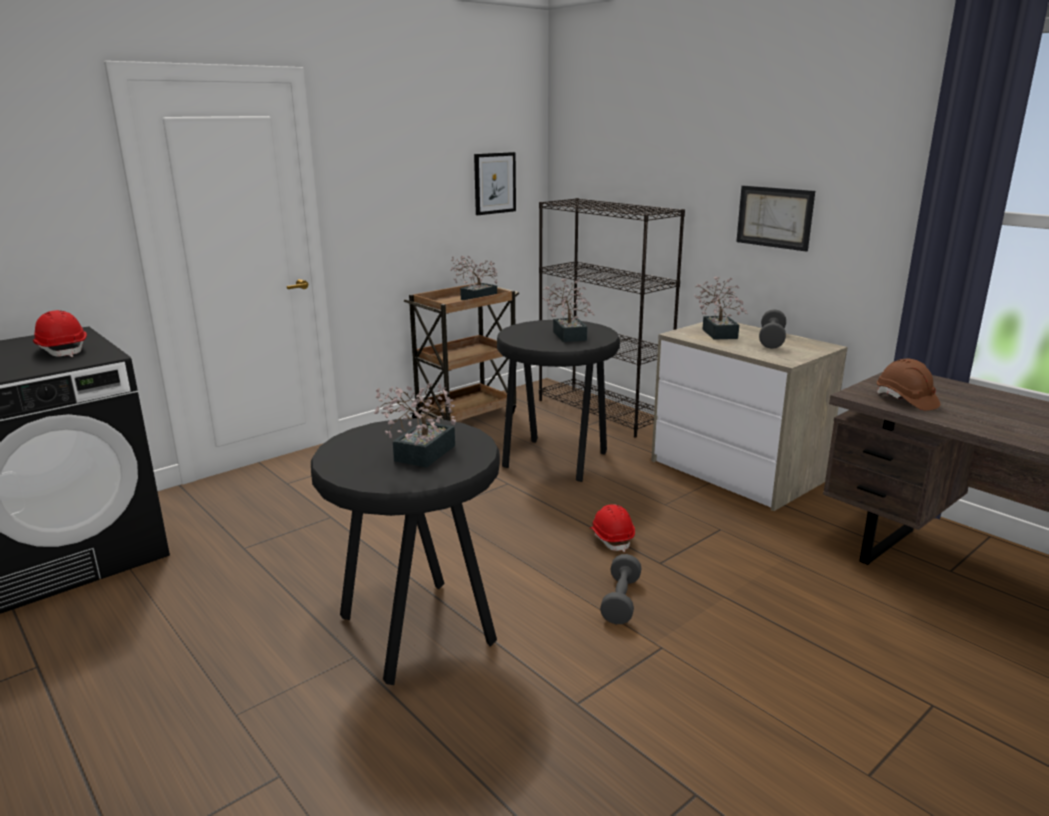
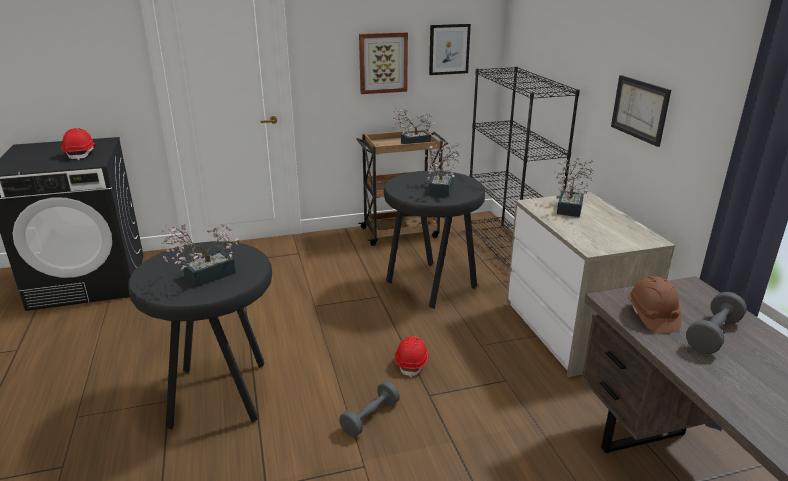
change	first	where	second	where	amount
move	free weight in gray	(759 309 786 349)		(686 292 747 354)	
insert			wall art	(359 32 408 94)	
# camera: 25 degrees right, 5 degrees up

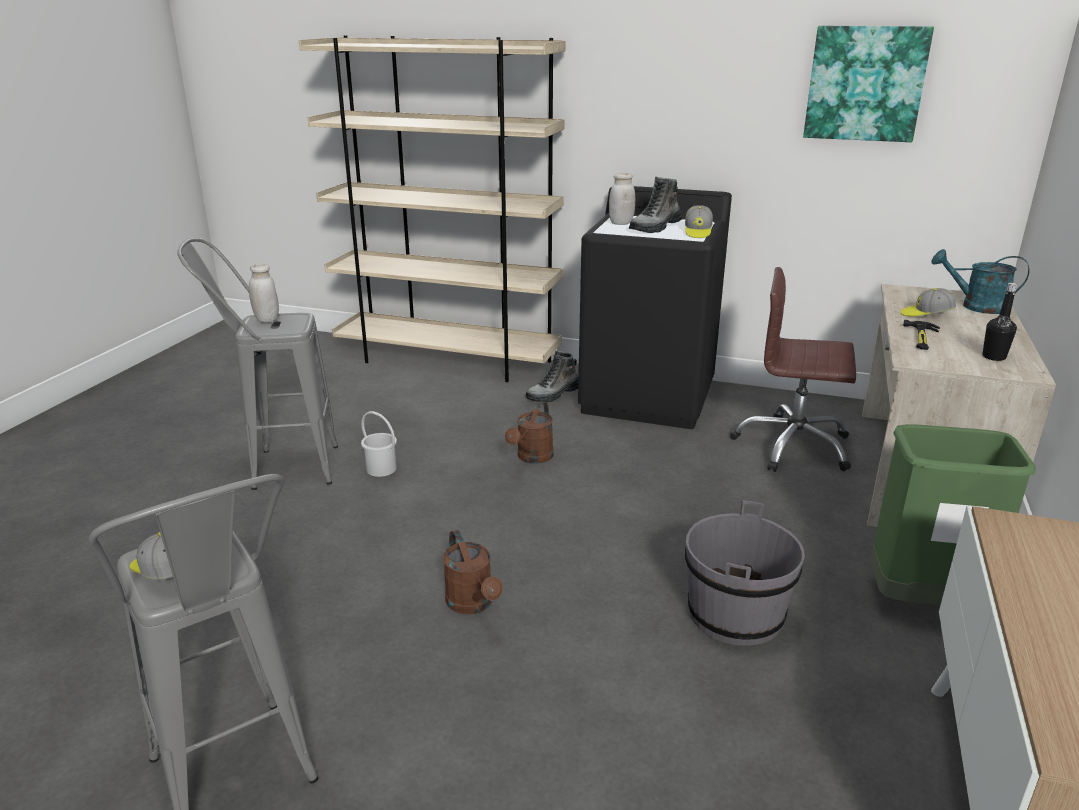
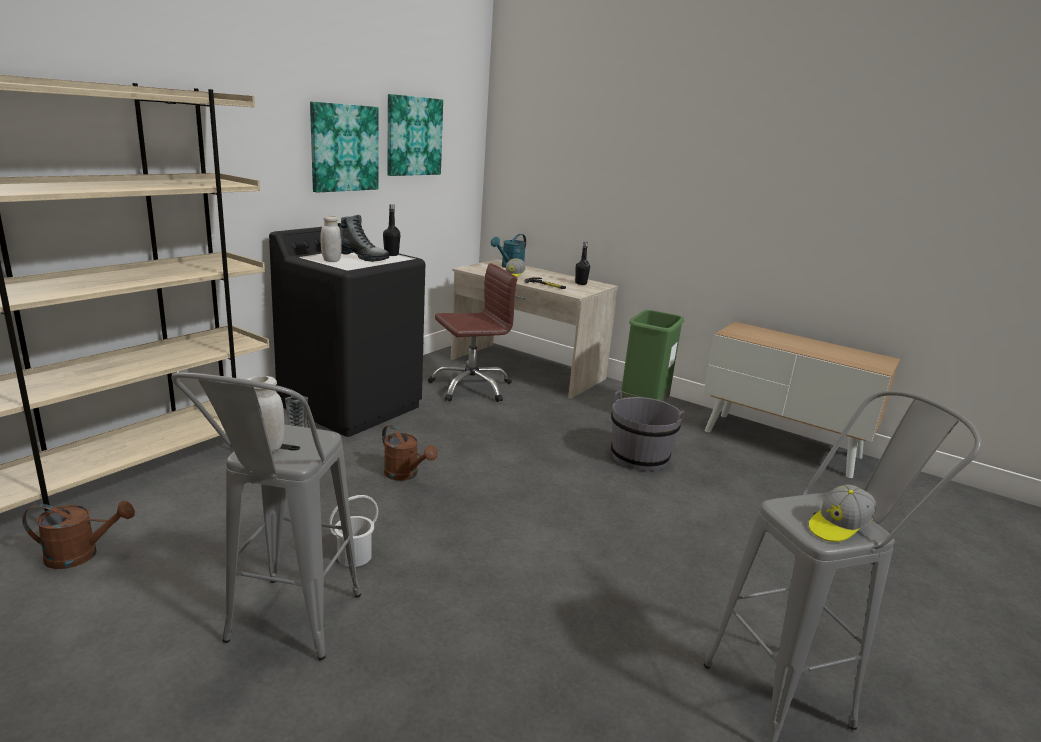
change	first	where	second	where	amount
rotate	boot	(629 177 682 233)		(338 215 389 262)	45 degrees counterclockwise
replace	baseball cap	(685 205 713 238)	beverage bottle in blackish	(383 204 400 256)	
rotate	computer chair in brown	(730 267 856 472)		(428 263 518 402)	150 degrees counterclockwise
move	sprinkling can in brown	(443 530 503 614)		(22 501 135 569)	
insert			wall art	(310 102 378 193)	
# camera: 75 degrees left, 5 degrees down

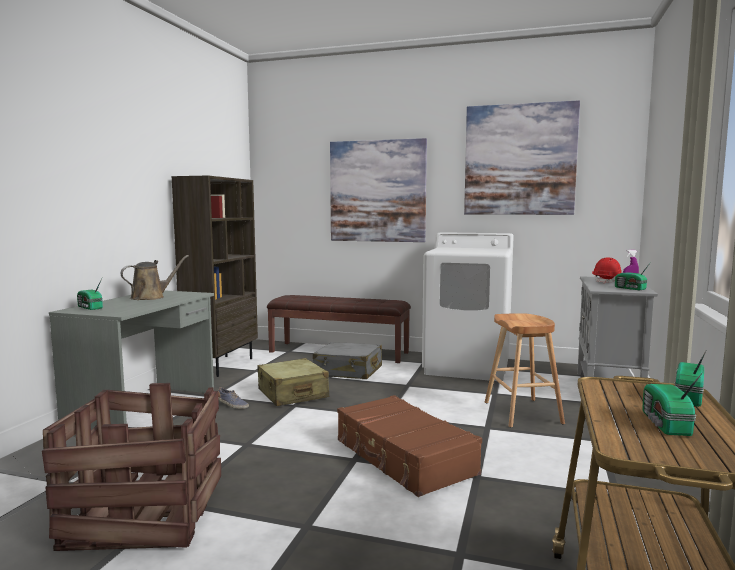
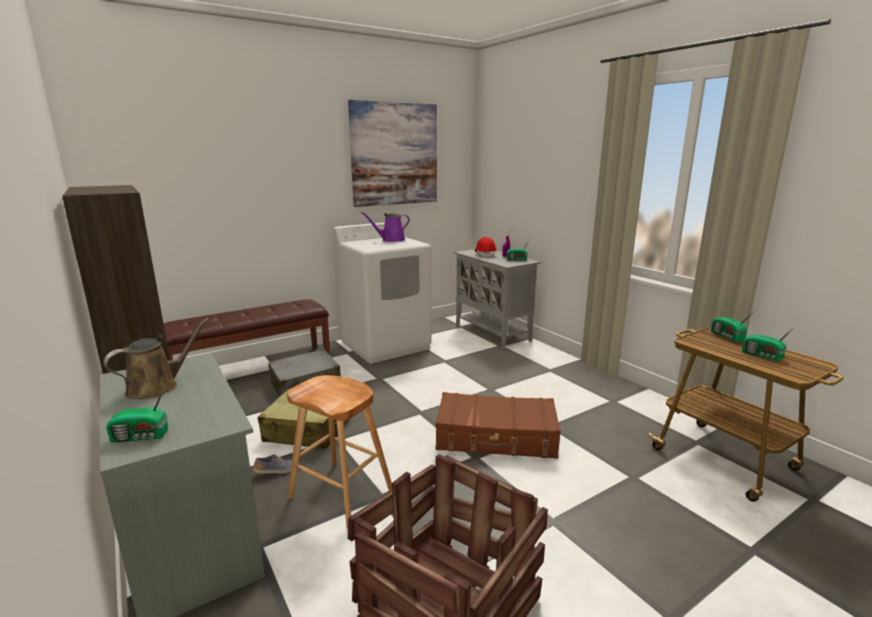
change	first	where	second	where	amount
delete	wall art	(330 138 427 242)			
rotate	sprinkling can in brown	(120 255 189 300)		(104 318 209 399)	45 degrees clockwise
move	sitting stool in brown	(485 313 565 427)		(287 375 392 529)	
insert			sprinkling can in purple	(361 212 410 242)	
# camera: 50 degrees left, 10 degrees up

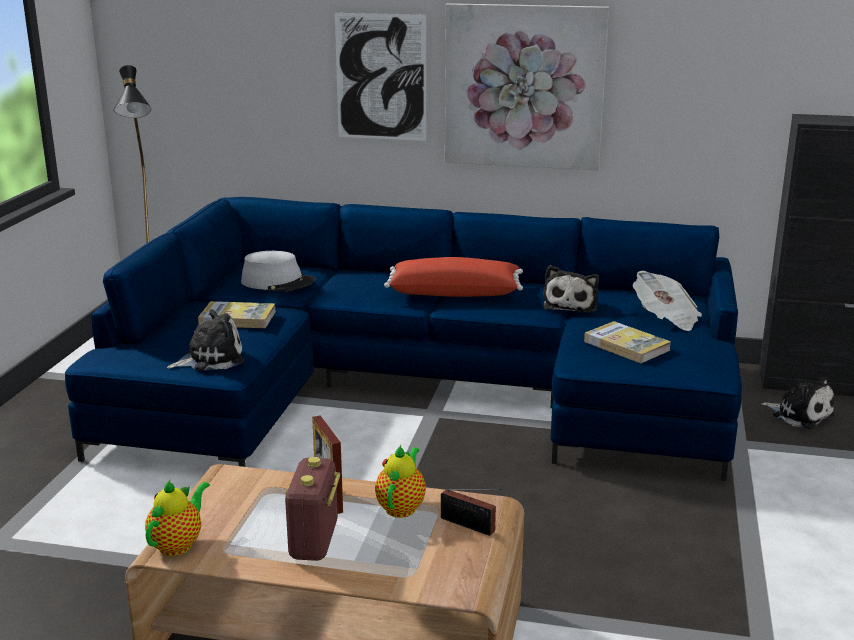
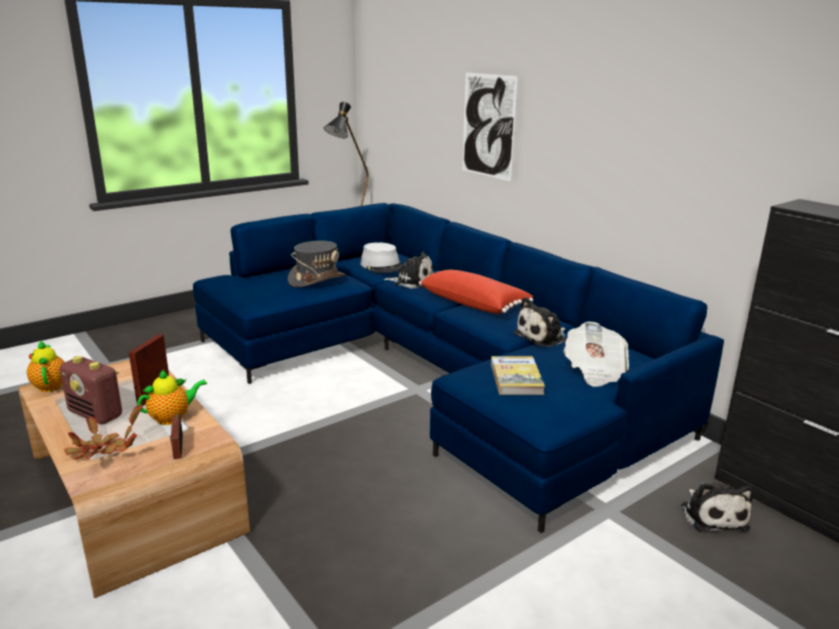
change	first	where	second	where	amount
delete	wall art	(445 3 609 170)			
replace	bound book	(198 301 275 328)	hat in gray	(288 241 346 287)	
move	cuddly toy	(167 309 245 371)		(384 251 433 289)	
rotate	radio set	(285 457 340 561)		(60 356 122 424)	105 degrees counterclockwise
rotate	teapot	(145 480 210 556)		(27 340 64 392)	90 degrees counterclockwise
insert			potted plant	(64 405 143 459)	
# camera: 40 degrees right, 0 degrees up

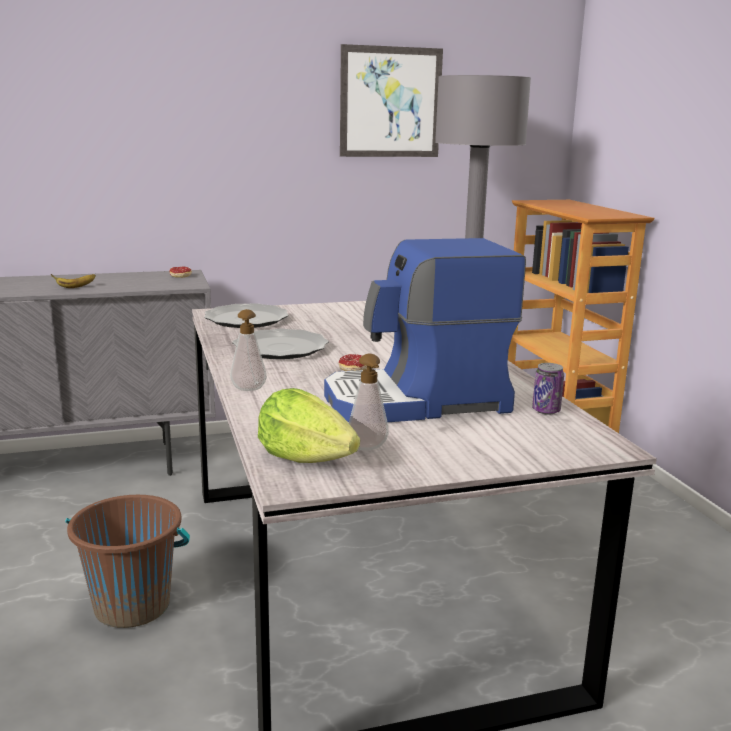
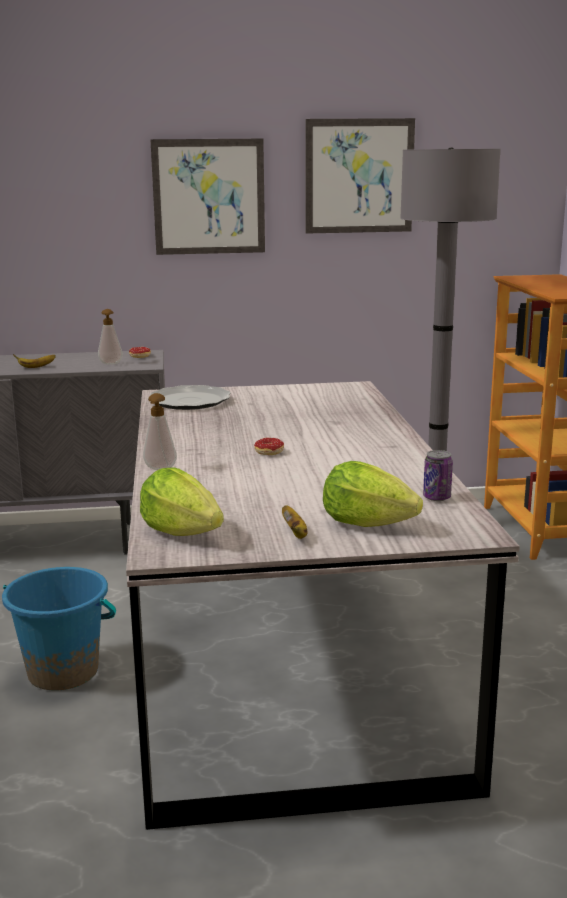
change	first	where	second	where	amount
delete	coffee brewer	(324 238 526 422)			
delete	dinner plate	(232 329 329 359)			
move	liquid soap bottle	(349 354 389 450)		(98 309 123 365)	
recolor	pail in brown	(66 495 190 628)	pail in blue-coloured	(2 567 116 690)	
insert			wall art	(150 139 265 255)	
insert			head of lettuce	(323 461 423 527)	
insert			banana	(282 505 308 539)	
# camera: 10 degrees right, 0 degrees up

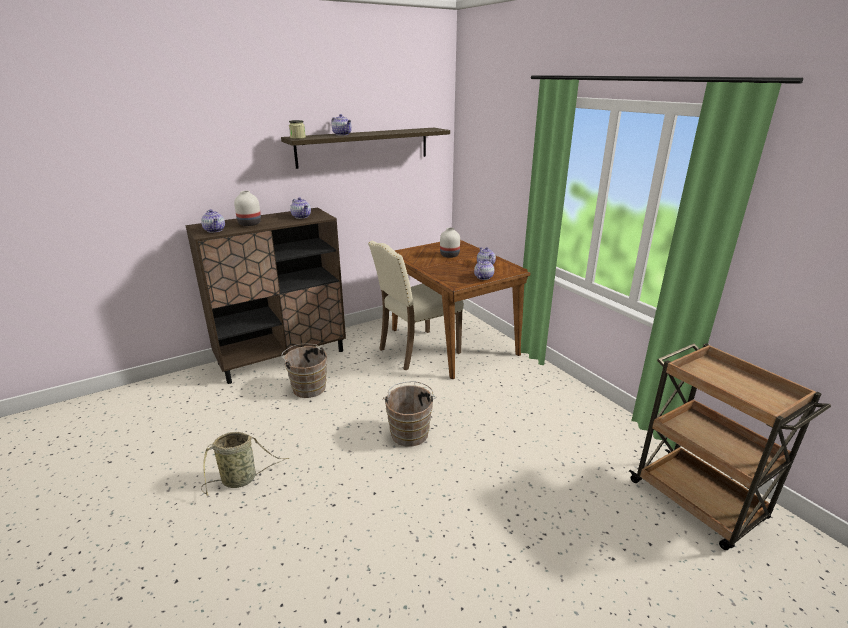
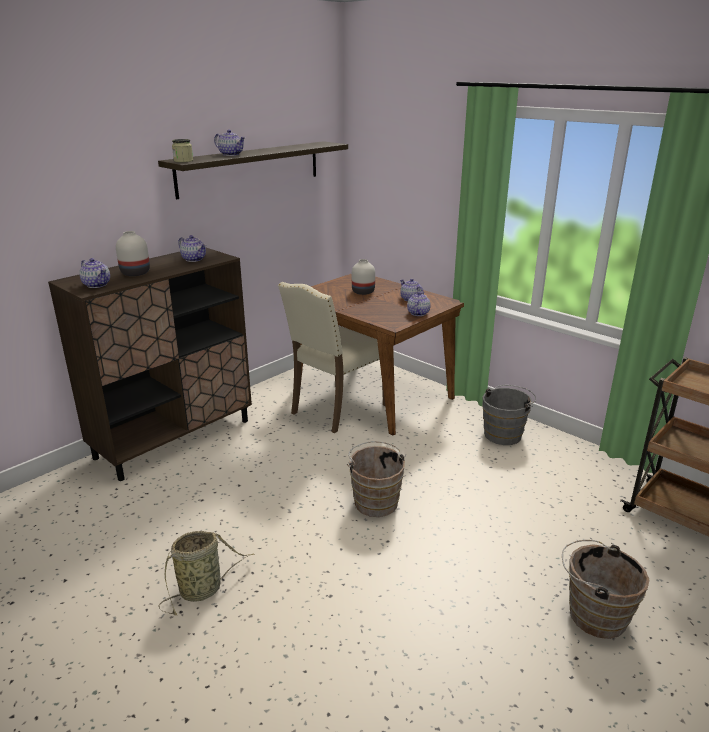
change	first	where	second	where	amount
move	pail in brown	(281 344 327 398)		(562 540 649 639)	
insert			pail in gray	(482 385 536 445)	
# camera: 15 degrees left, 0 degrees up

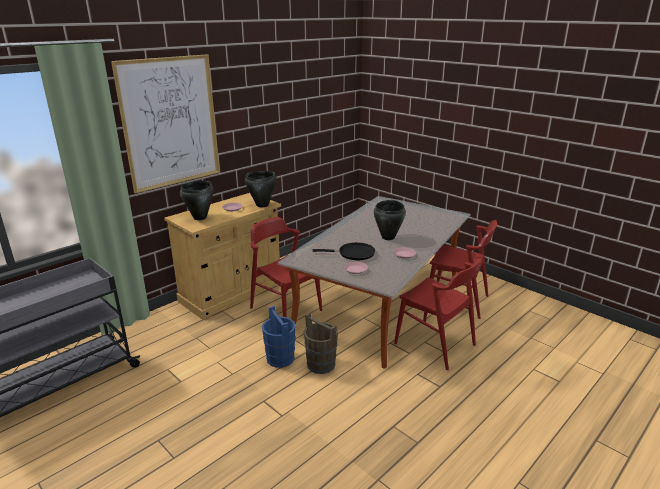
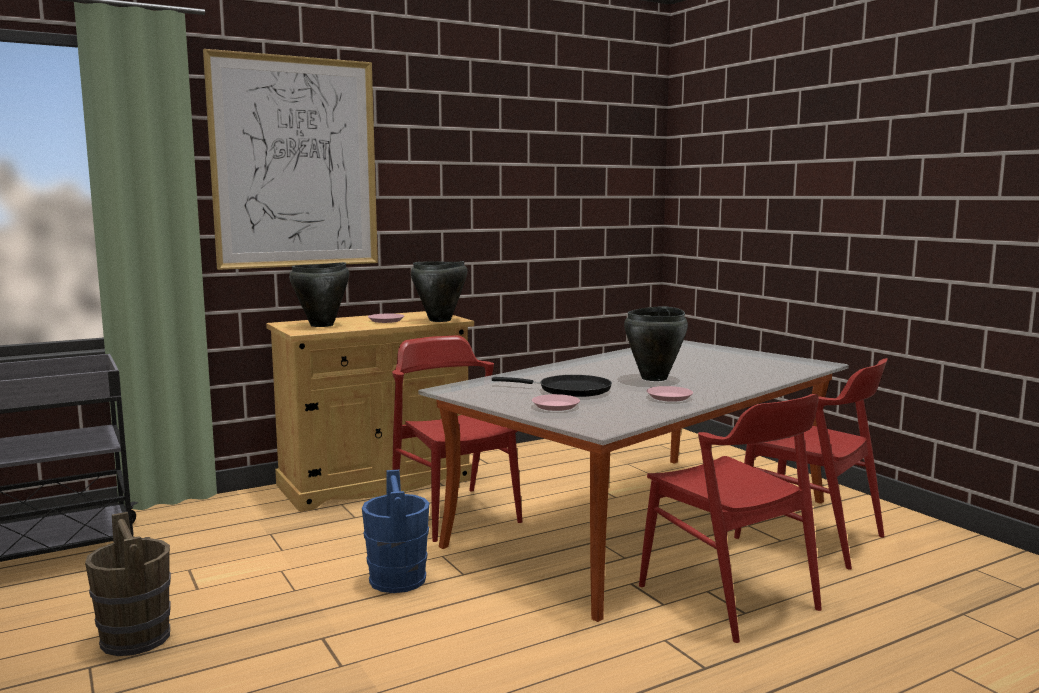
change	first	where	second	where	amount
move	pail in brown	(304 313 338 374)		(85 512 171 656)	
# camera: 15 degrees right, 15 degrees down

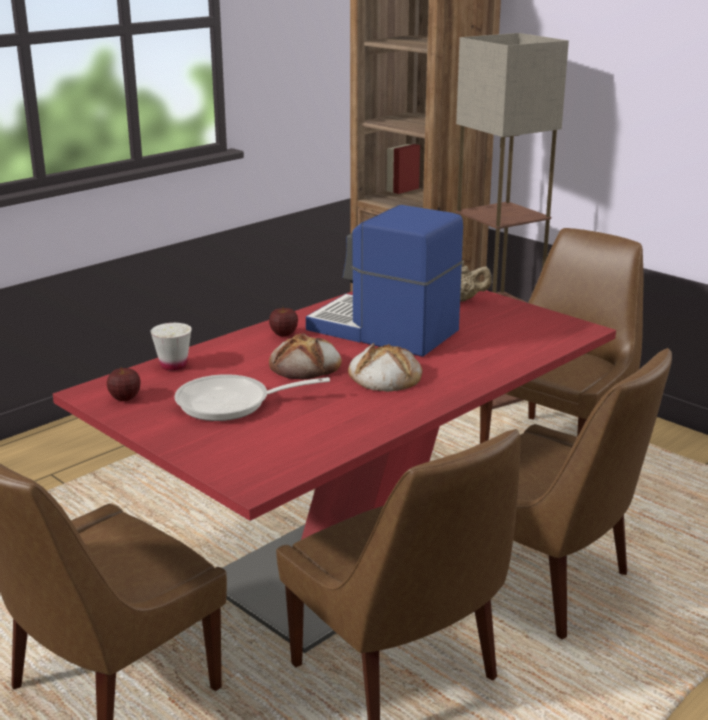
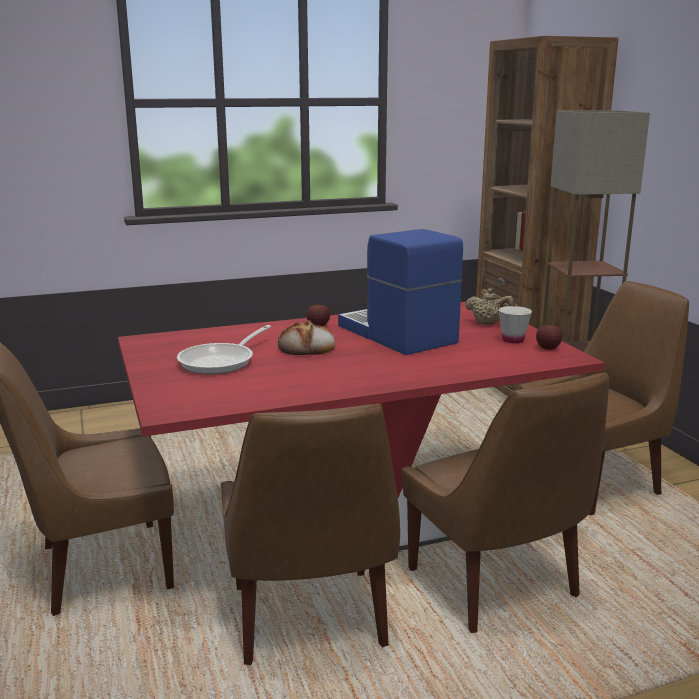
change	first	where	second	where	amount
move	small cup in white	(150 323 192 371)		(499 306 532 343)	
delete	bread	(348 343 423 392)			
move	whole apple	(107 367 141 401)		(536 323 563 350)	
rotate	skillet	(174 374 330 421)		(177 325 271 374)	75 degrees counterclockwise
# camera: 25 degrees right, 5 degrees down

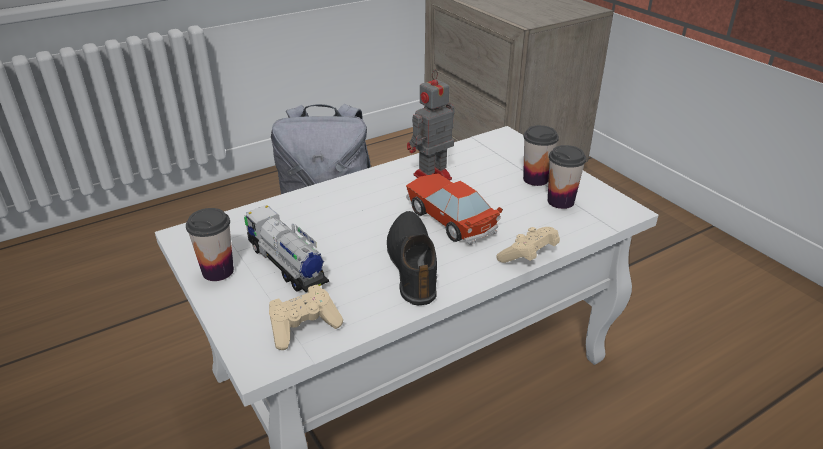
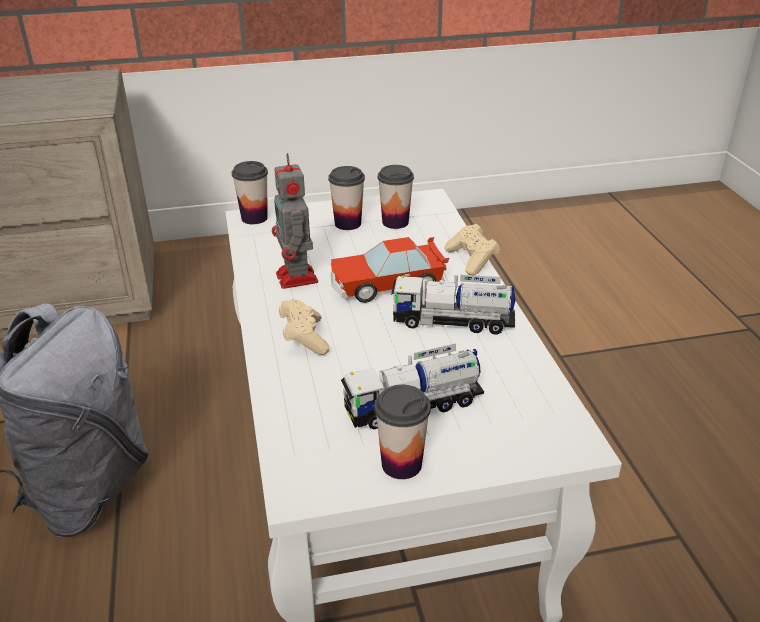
change	first	where	second	where	amount
replace	shoe in blackish	(387 211 437 305)	toy truck	(391 275 516 335)	
move	game controller in beige-coloured	(269 285 343 350)		(279 299 330 355)	
insert			small cup	(232 161 268 224)	
# camera: 70 degrees left, 0 degrees up

